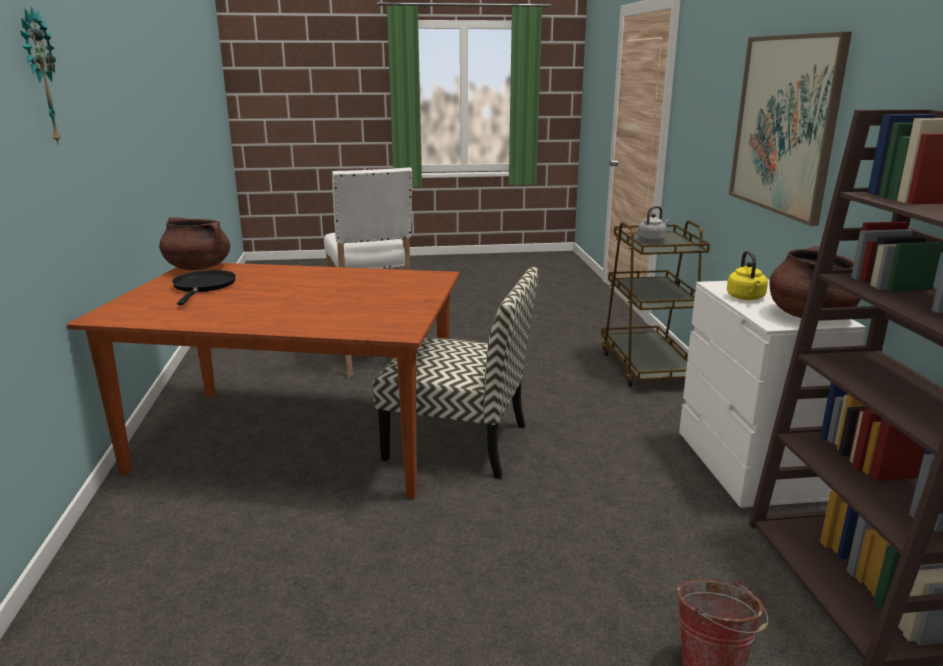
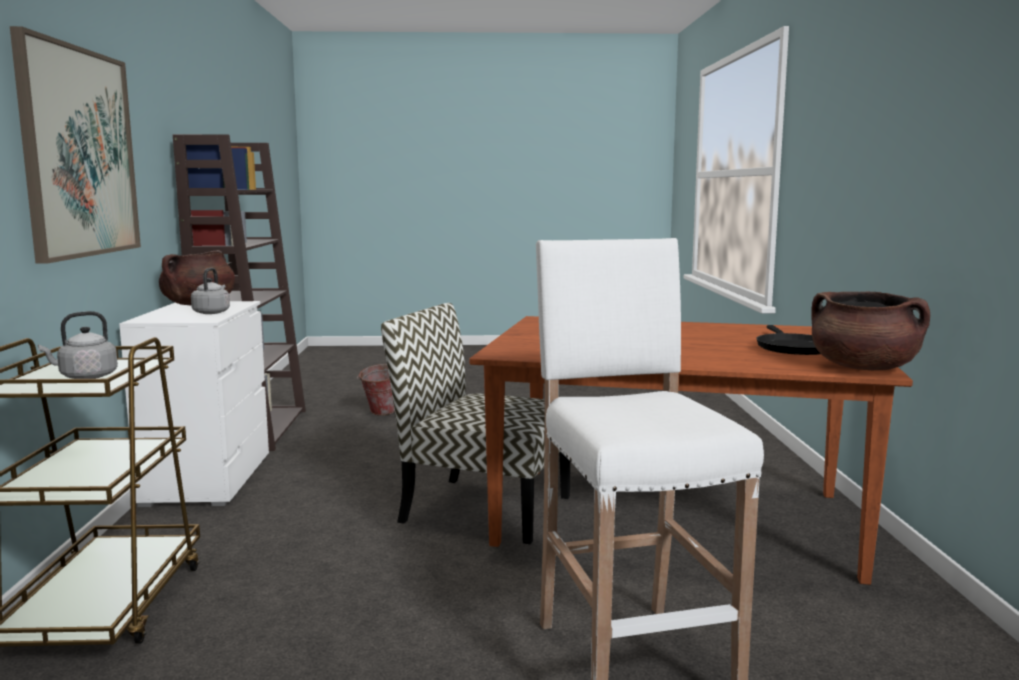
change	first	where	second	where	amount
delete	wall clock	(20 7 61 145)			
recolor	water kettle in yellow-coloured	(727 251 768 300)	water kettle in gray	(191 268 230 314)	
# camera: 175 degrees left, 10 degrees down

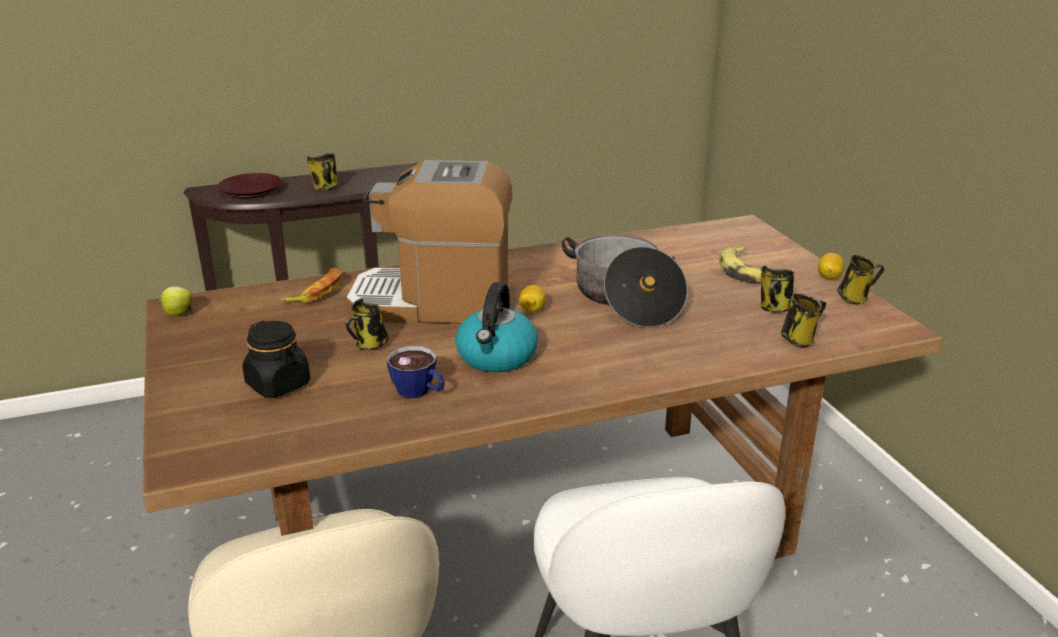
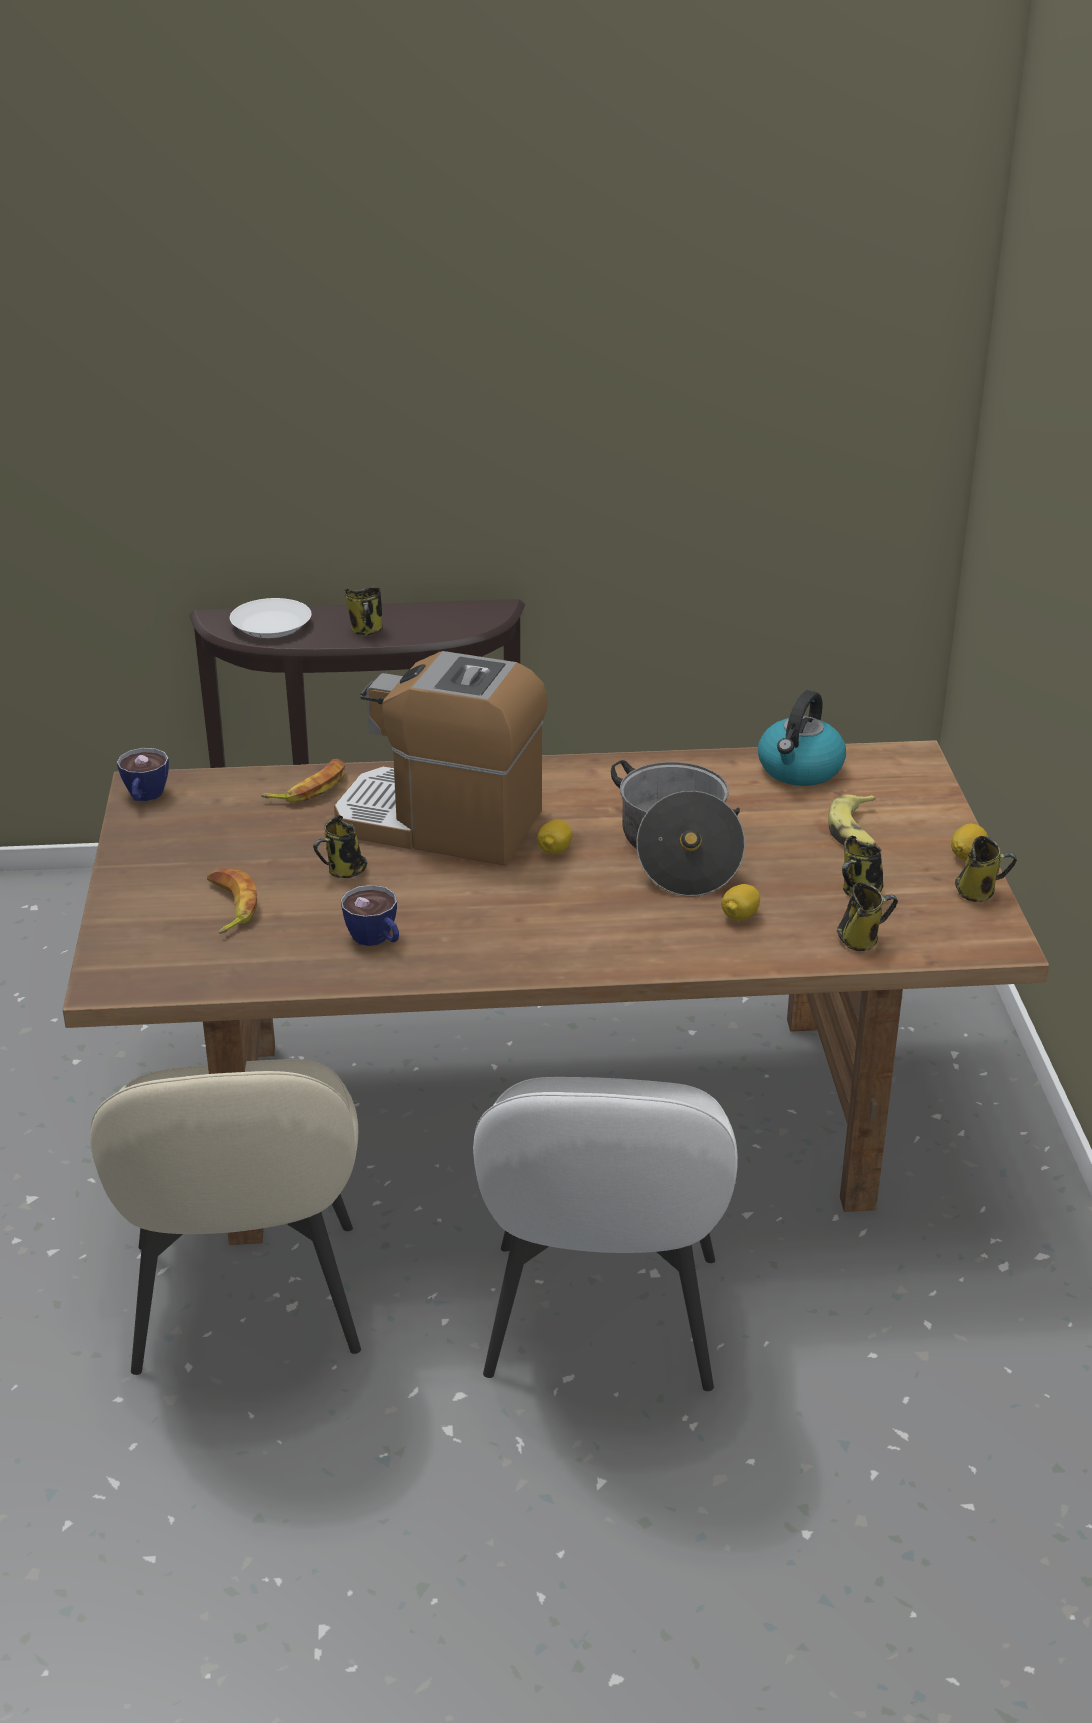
change	first	where	second	where	amount
recolor	dinner plate in brown	(218 173 282 199)	dinner plate in white	(230 598 312 638)	
move	water kettle	(455 282 538 372)		(758 690 846 786)	
replace	whole apple	(159 286 193 316)	small cup	(117 748 169 801)	
replace	storage jar in blackish	(243 321 310 398)	banana	(207 869 257 934)	
insert			whole lemon	(721 884 760 921)	
# camera: 15 degrees right, 5 degrees up

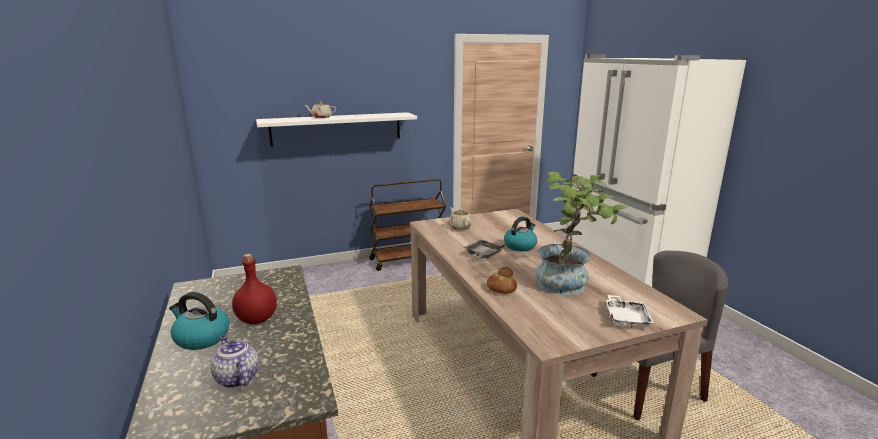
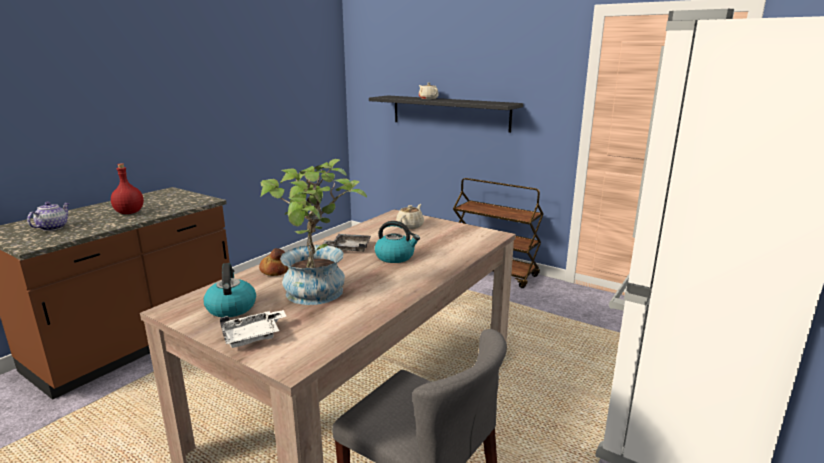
change	first	where	second	where	amount
recolor	bracket shelf in white	(256 112 417 147)	bracket shelf in blackish	(369 95 523 133)	
move	water kettle	(169 292 229 350)		(204 263 256 317)	
# camera: 55 degrees right, 0 degrees up

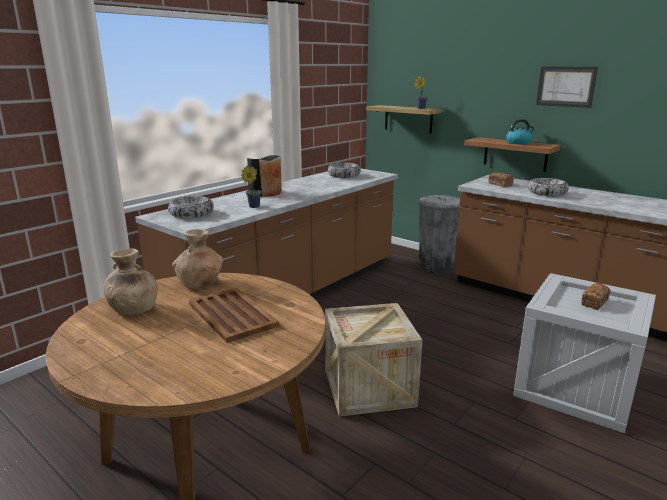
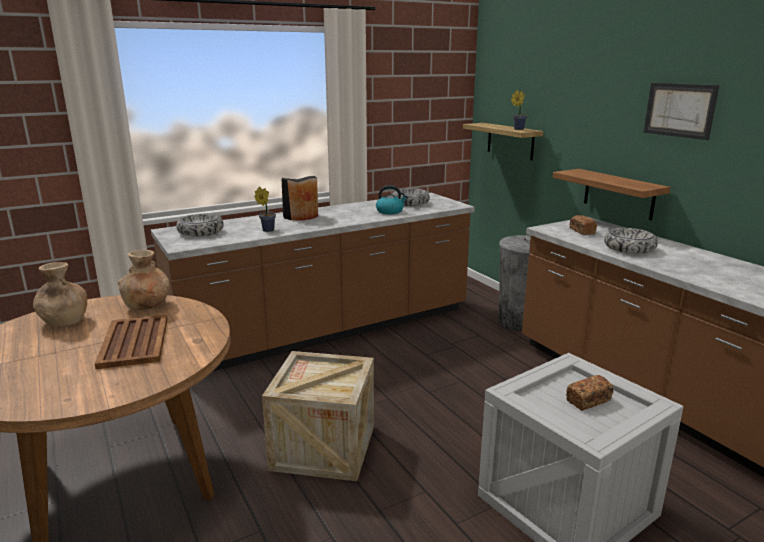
change	first	where	second	where	amount
move	water kettle	(506 119 534 144)		(376 185 408 214)	
# camera: 20 degrees right, 0 degrees up

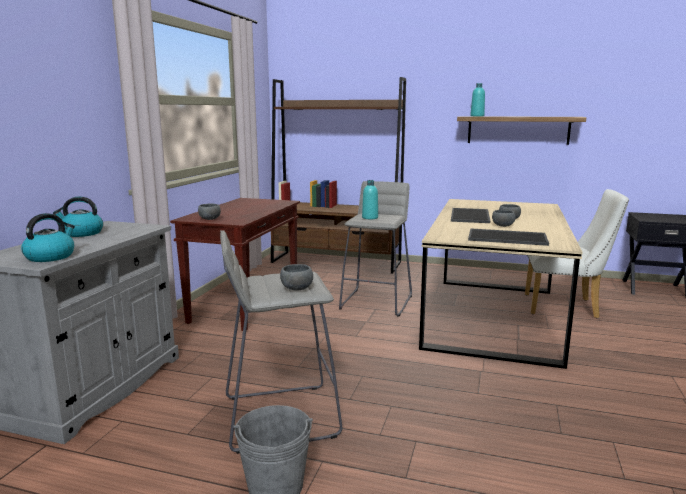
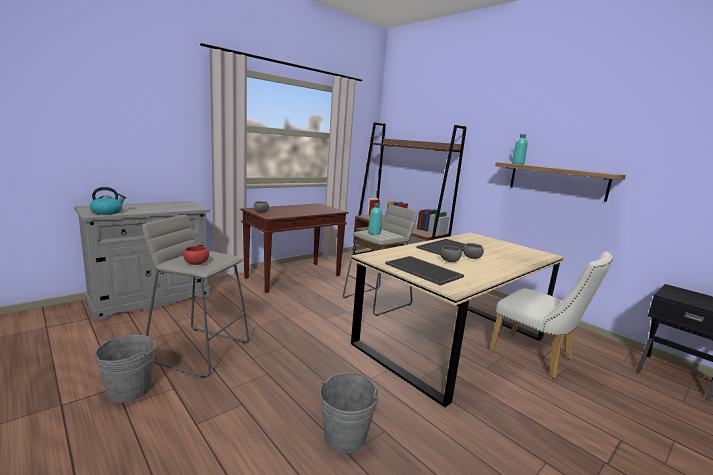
change	first	where	second	where	amount
delete	water kettle	(53 197 103 237)			
recolor	deep dish in gray	(280 264 313 290)	deep dish in red-coloured	(183 246 209 265)	
insert			pail in gray	(320 373 378 453)	
# camera: 30 degrees right, 0 degrees up

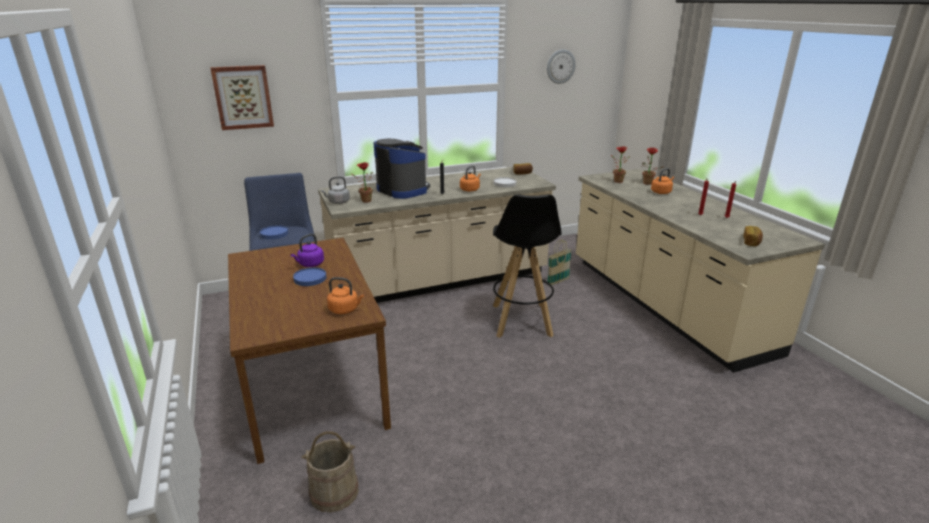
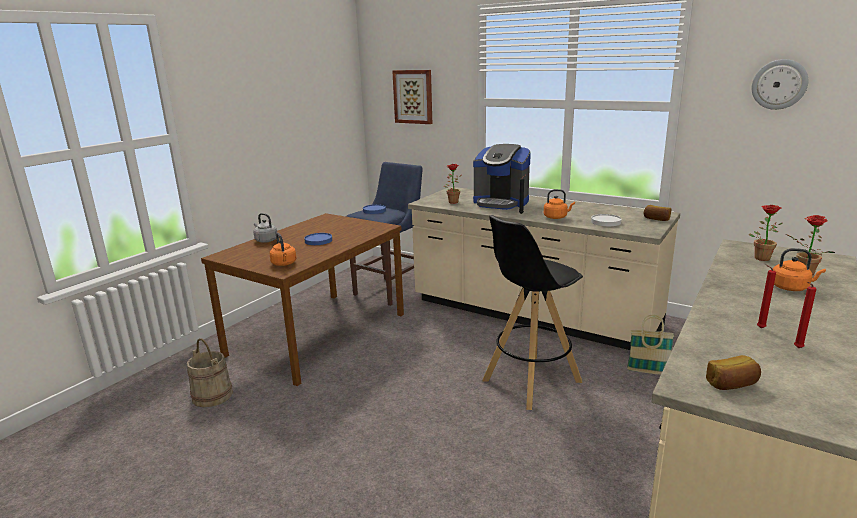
change	first	where	second	where	amount
rotate	coffee brewer	(373 139 430 199)		(473 144 531 210)	105 degrees clockwise
move	water kettle in gray	(321 177 350 204)		(254 213 277 243)	
delete	water kettle in purple	(291 234 324 267)			
# camera: 55 degrees right, 5 degrees down

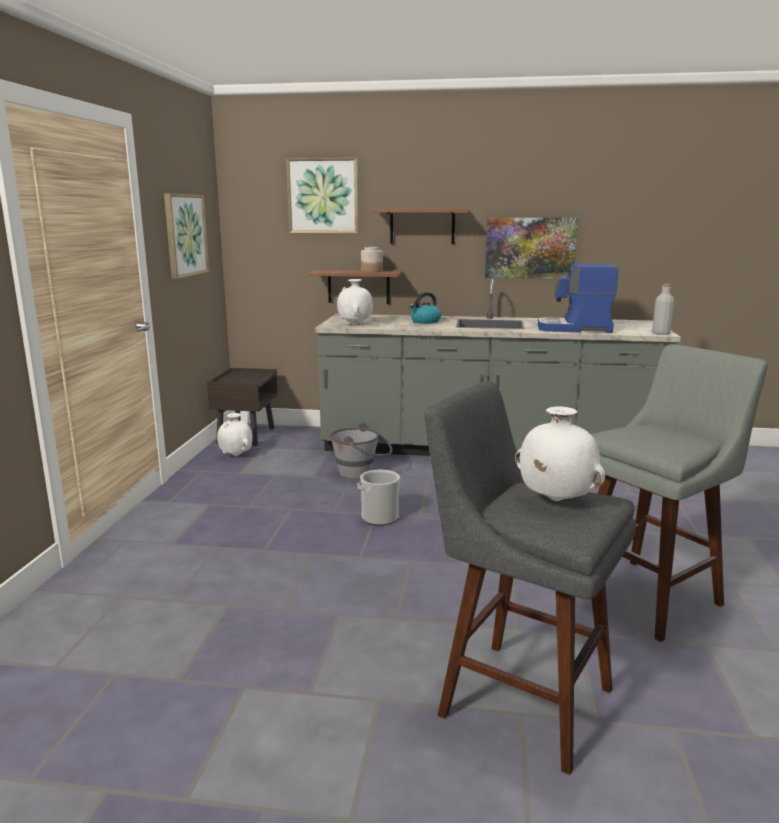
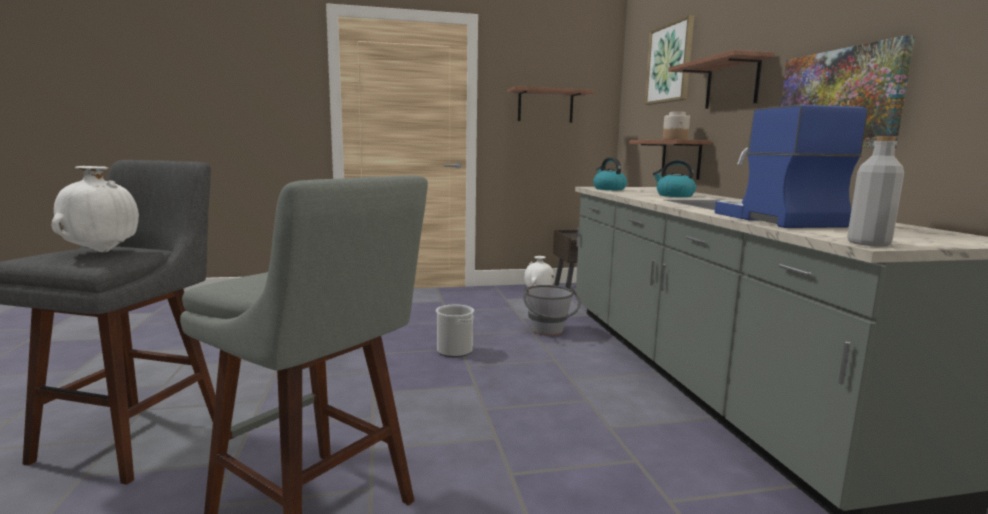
change	first	where	second	where	amount
replace	wall art	(164 193 209 279)	bracket shelf	(508 86 594 123)	
replace	decorative vase in white	(337 279 373 325)	water kettle	(593 157 627 190)	
# camera: 70 degrees right, 5 degrees down

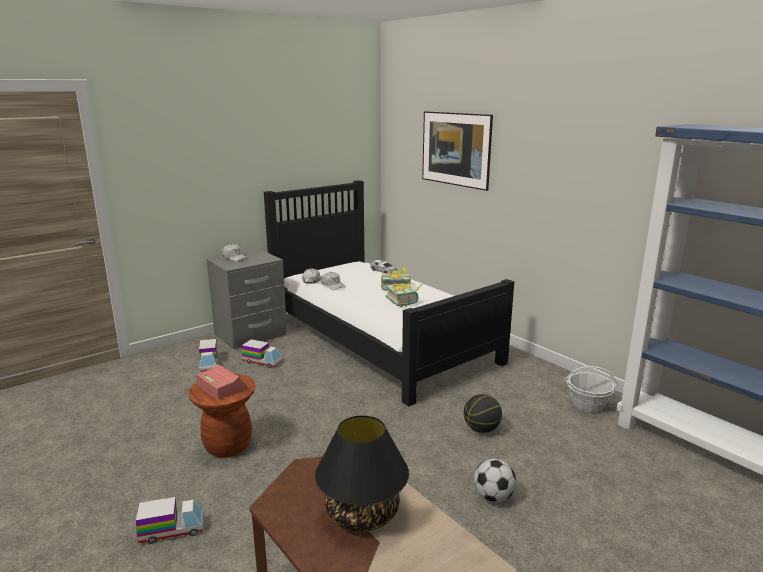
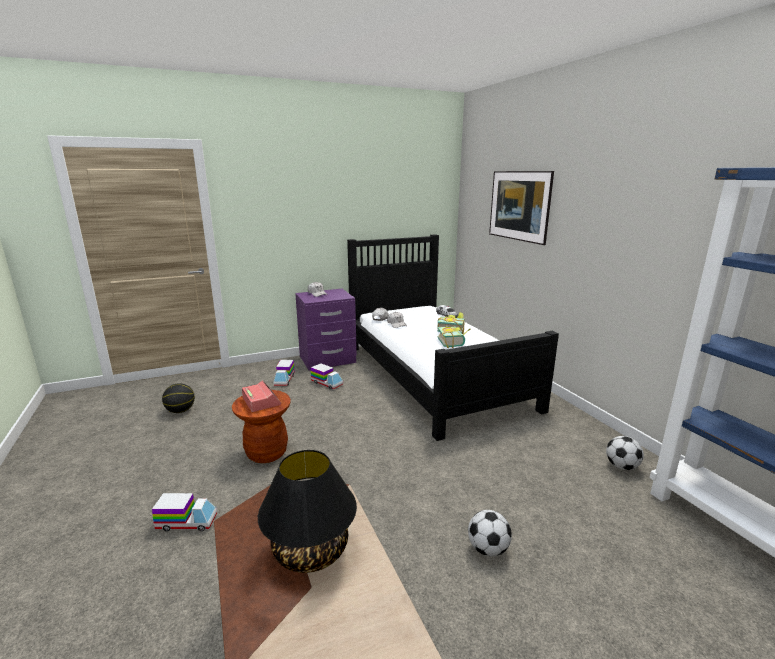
change	first	where	second	where	amount
recolor	bedside table in gray	(207 249 287 350)	bedside table in purple	(295 289 357 370)	
replace	basket	(564 366 619 413)	ball for football	(606 436 644 470)	
move	basketball	(464 394 502 433)		(162 383 195 413)	
# camera: 15 degrees right, 0 degrees up

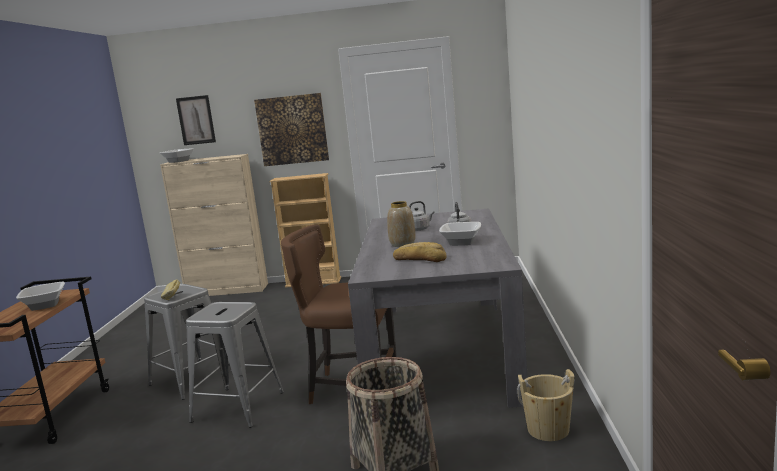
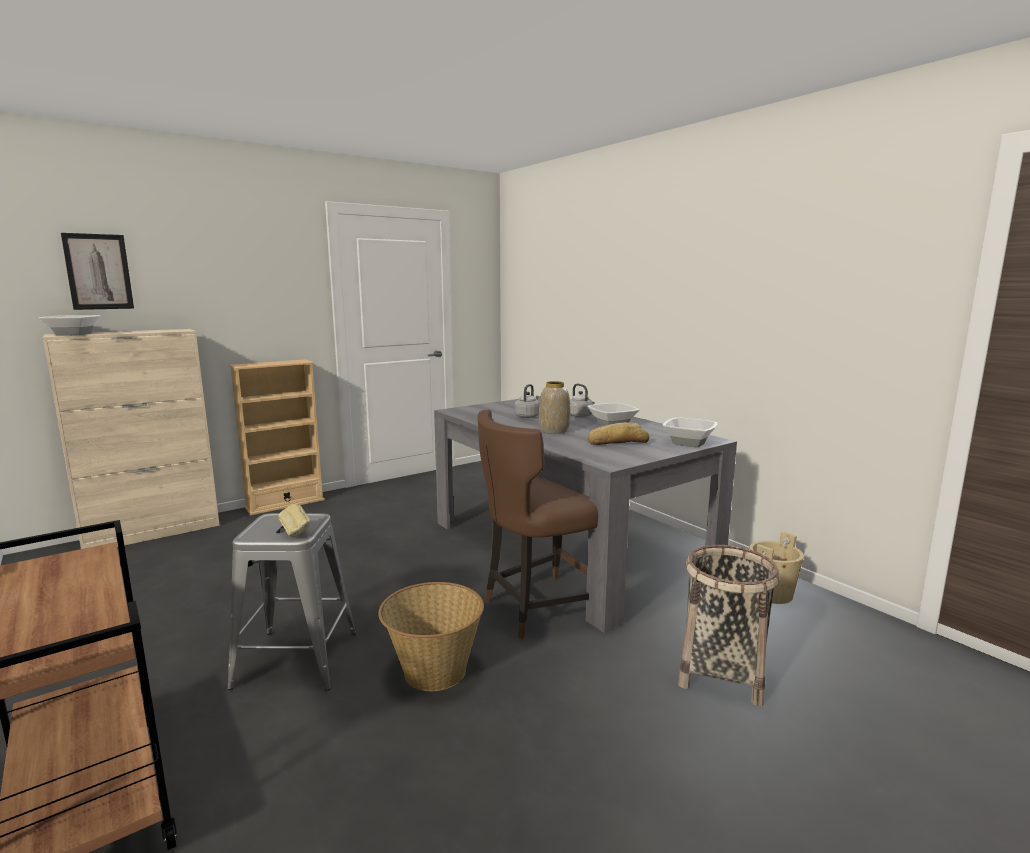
change	first	where	second	where	amount
delete	wall art	(254 93 329 166)			
move	deep dish	(16 281 65 311)		(662 417 718 447)	
replace	sitting stool in gray	(186 302 284 428)	basket	(378 582 484 691)	
# camera: 40 degrees left, 0 degrees up

